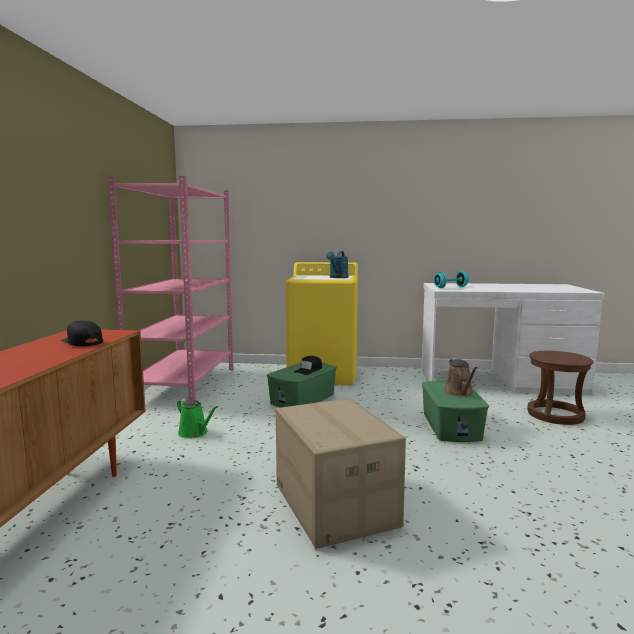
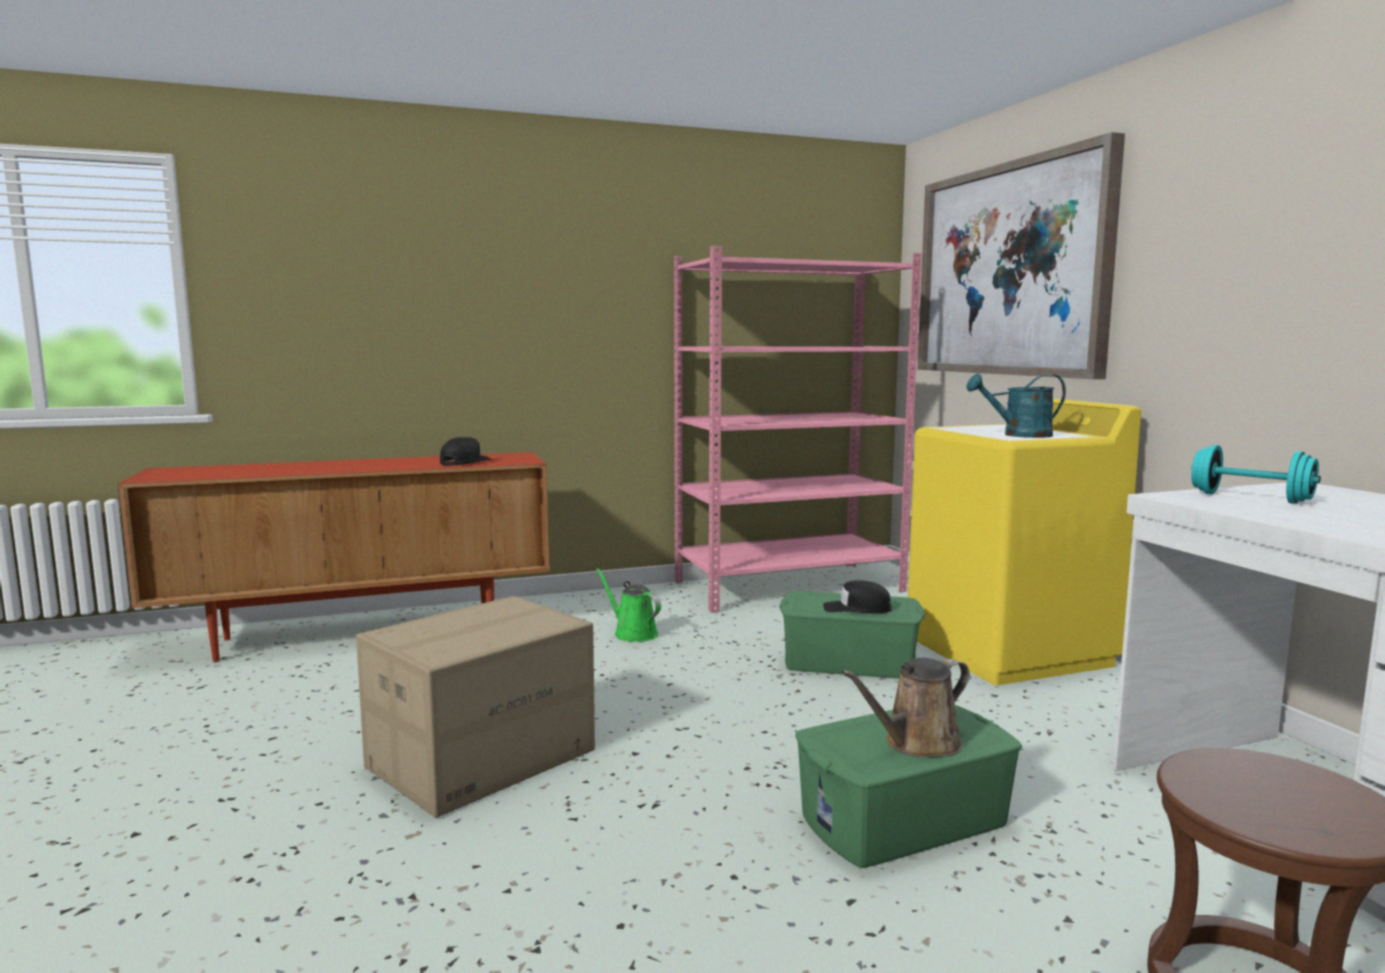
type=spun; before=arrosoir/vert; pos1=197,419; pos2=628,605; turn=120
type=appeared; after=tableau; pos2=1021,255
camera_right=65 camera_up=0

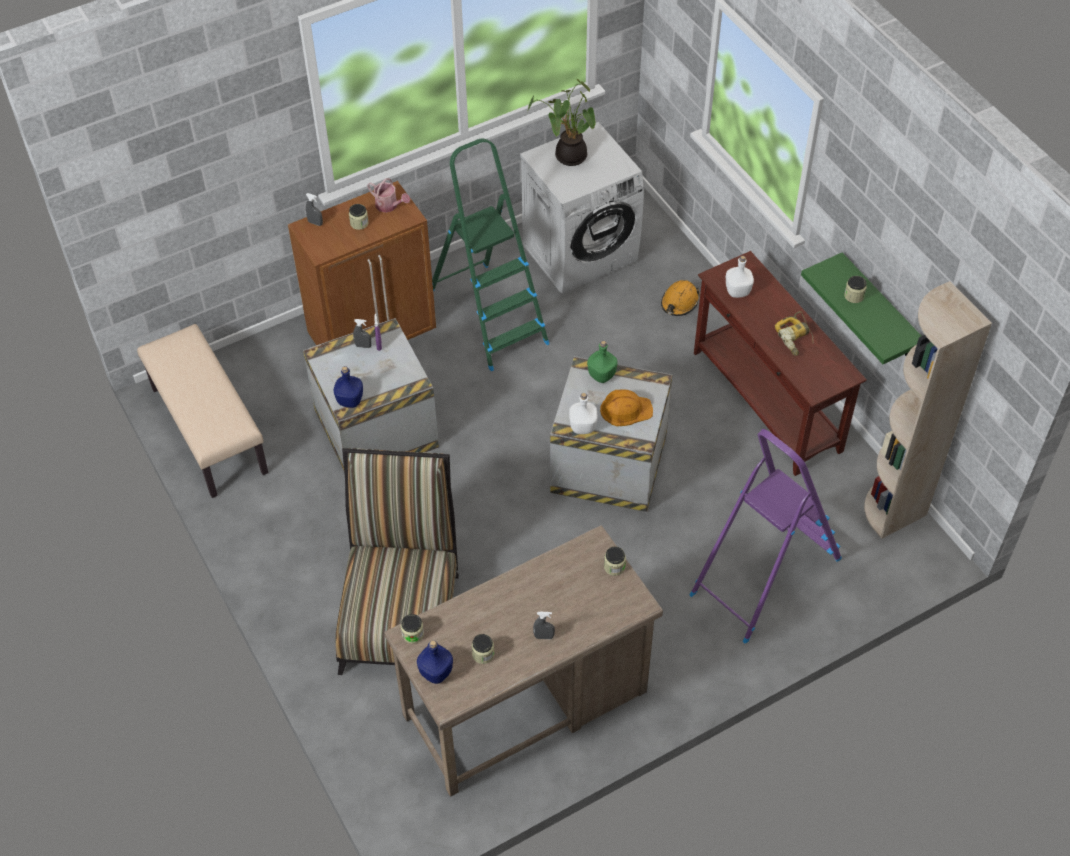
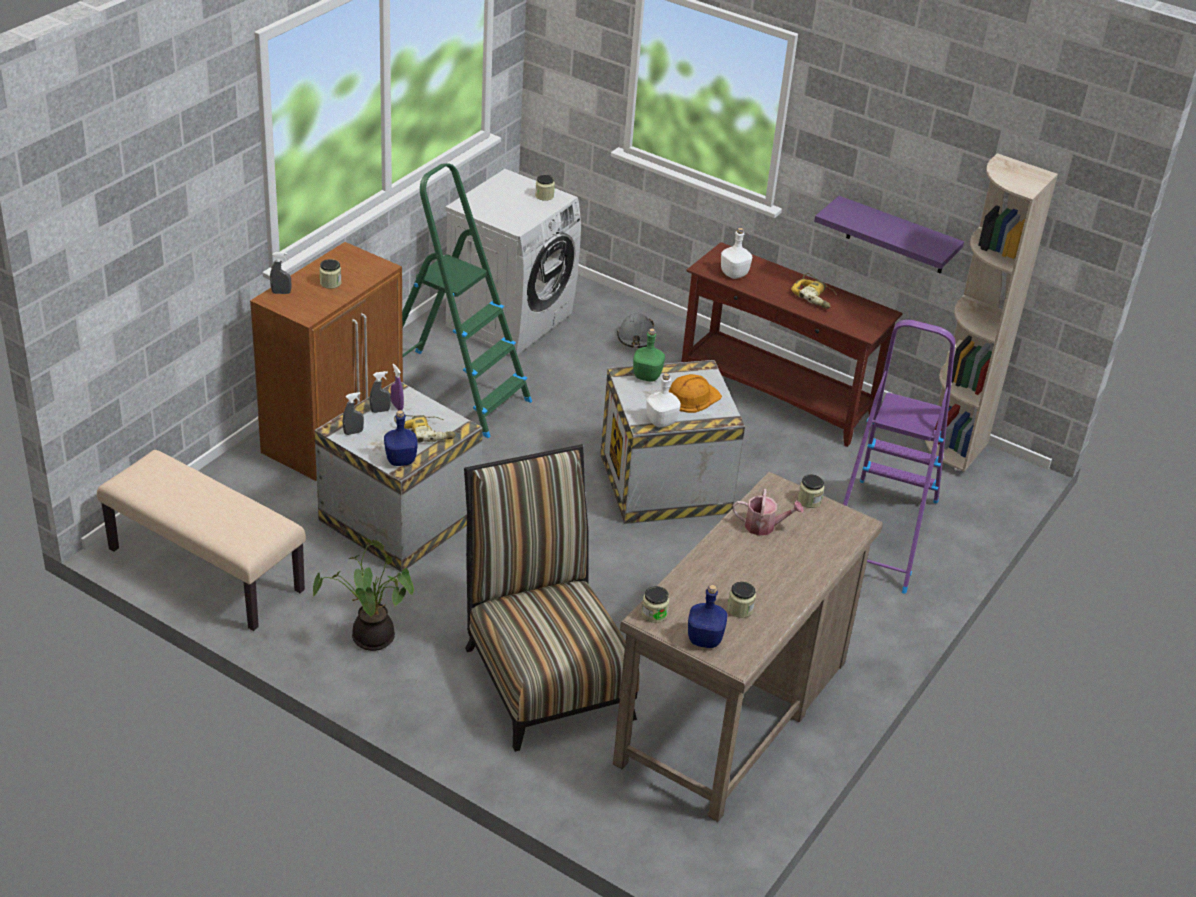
type=relocated; before=plante en pot; pos1=561,122; pos2=363,594
type=relocated; before=vaporisateur/gris; pos1=544,625; pos2=353,413
type=appeared; after=perceuse; pos2=425,429
type=relocated; before=bocal; pos1=855,289; pos2=545,187
type=colour; before=casque de chantier/orange; after=casque de chantier/gris; pos1=680,298; pos2=636,330
type=relocated; before=arrosoir; pos1=388,195; pos2=768,512
type=colour; before=étagère/vert; after=étagère/violet; pos1=861,308; pos2=889,235
camera_right=-30 camera_up=-15

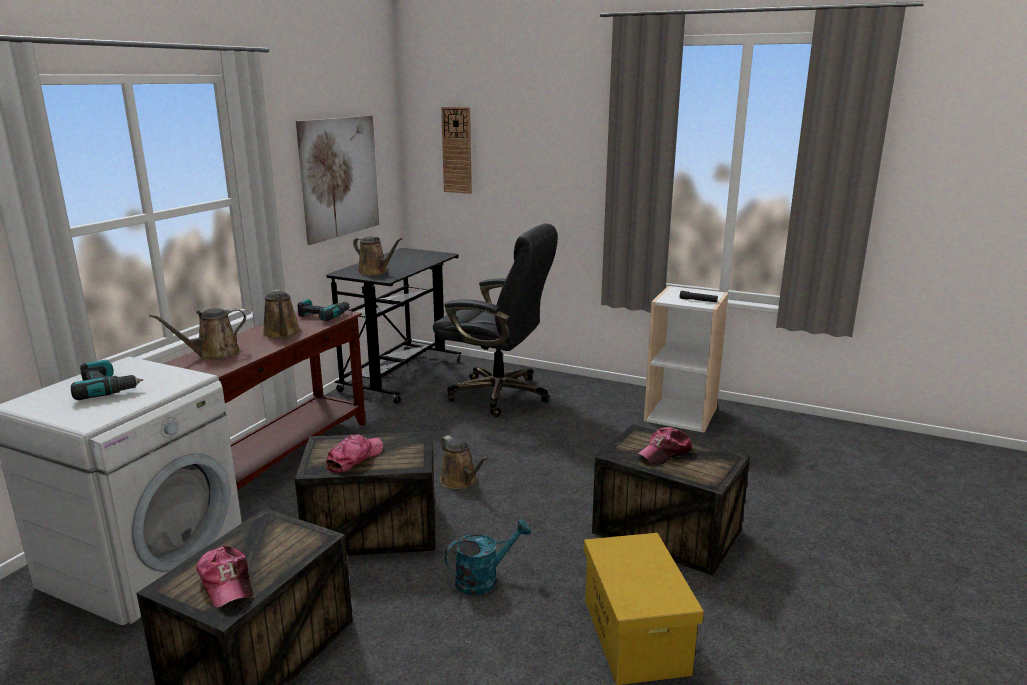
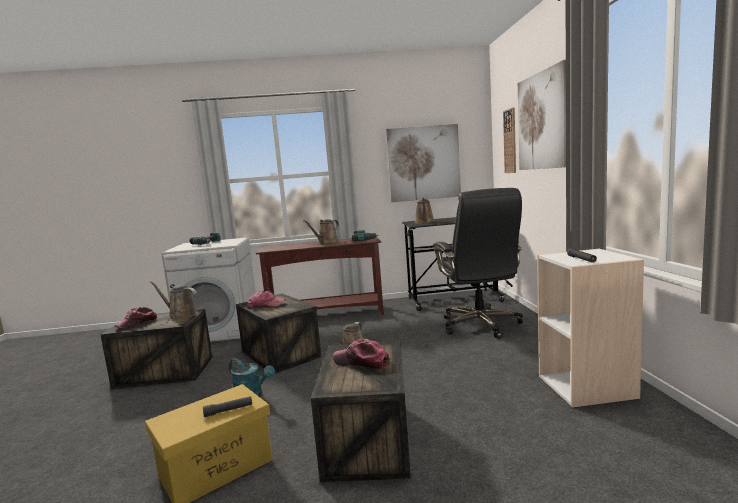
type=relocated; before=arrosoir/marron; pos1=197,334; pos2=173,300
type=appeared; after=lampe de poche/noir; pos2=227,406
type=appeared; after=tableau; pos2=542,115
camera_right=60 camera_up=-10

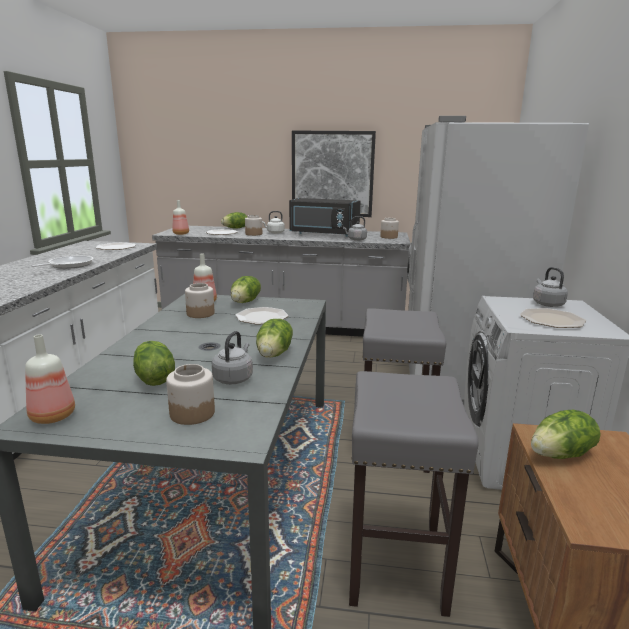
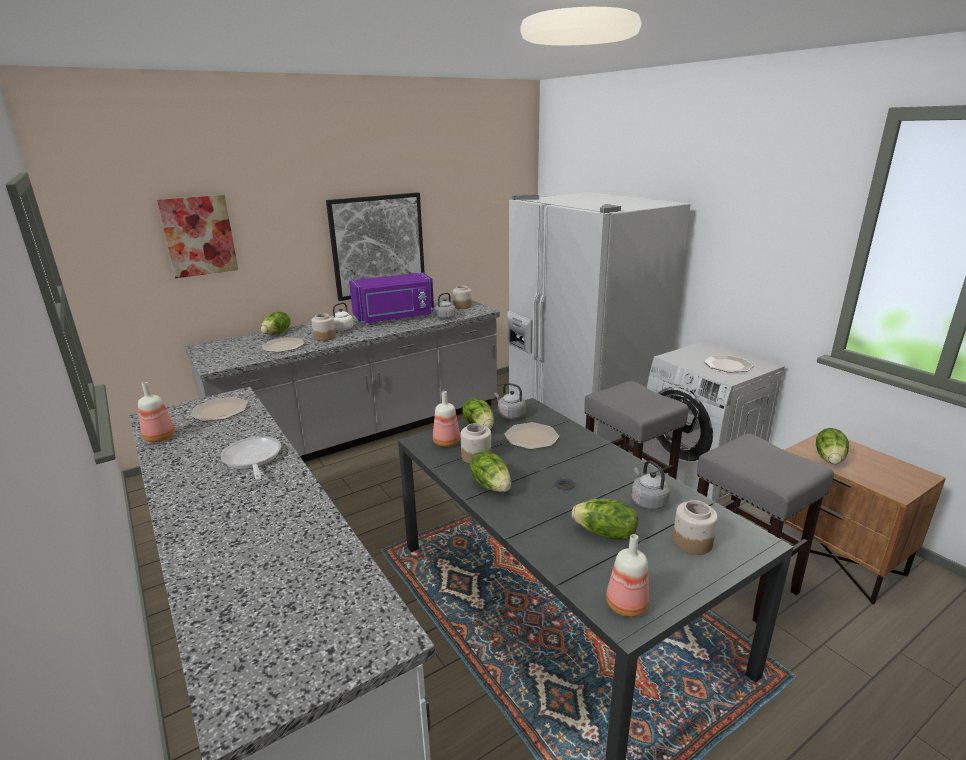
type=relocated; before=bouteille; pos1=180,217; pos2=156,412
type=appeared; after=tableau; pos2=197,236
type=colour; before=micro-ondes/noir; after=micro-ondes/violet; pos1=325,217; pos2=391,298
type=relocated; before=laitue; pos1=274,338; pos2=490,471
type=relocated; before=bouilloire/gris; pos1=550,287; pos2=510,401
camera_right=-40 camera_up=5

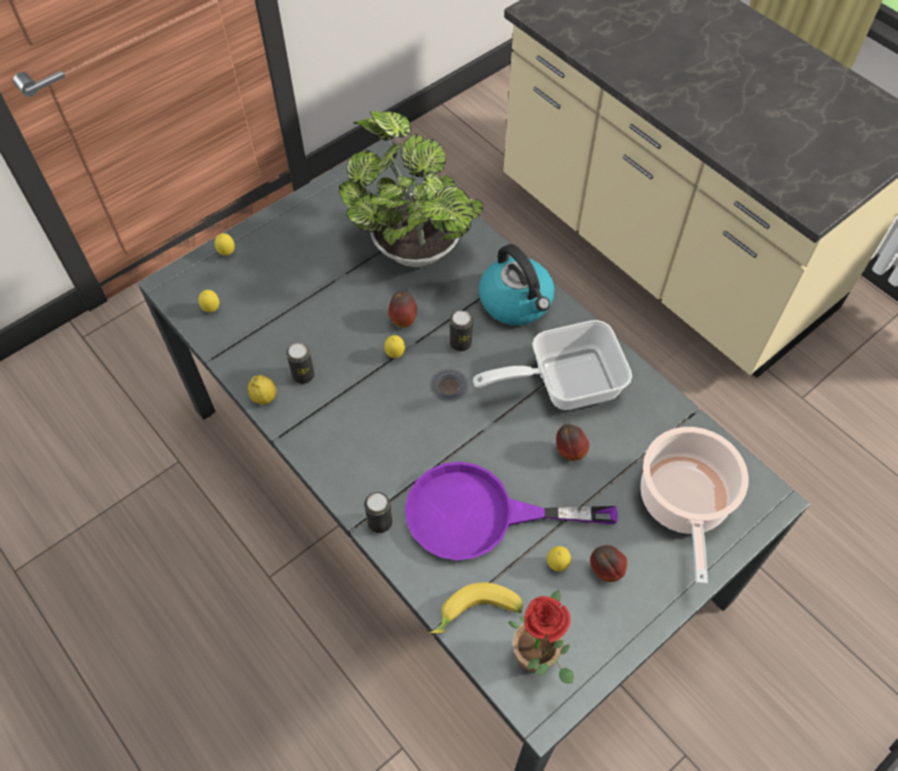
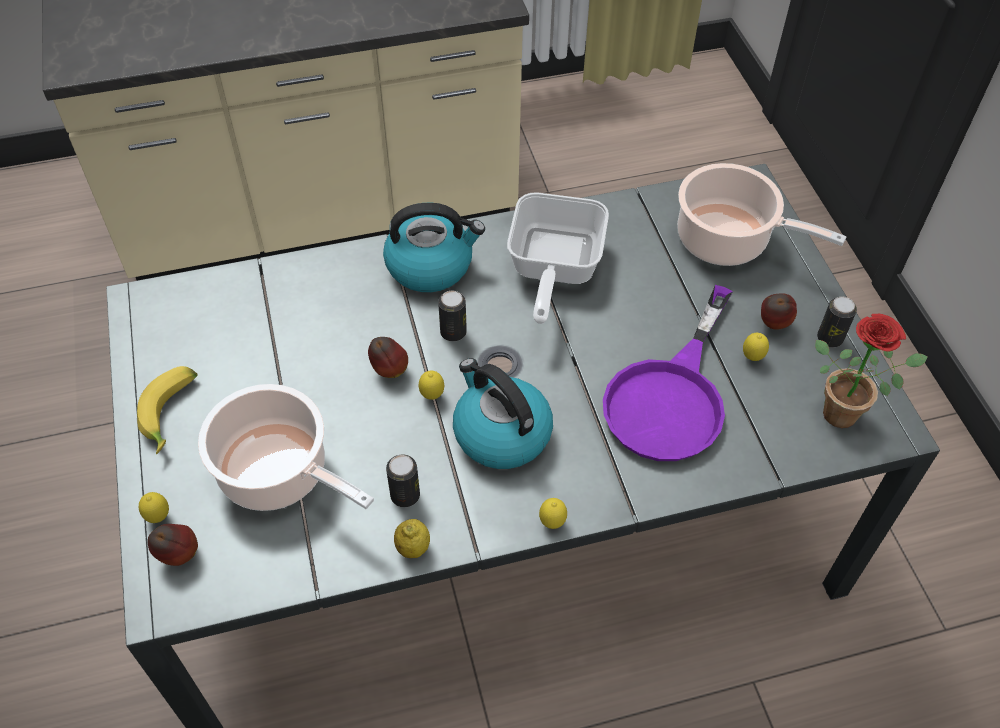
type=relocated; before=banane; pos1=476,607; pos2=167,410
type=relocated; before=pomme; pos1=572,442; pos2=173,545
type=appeared; after=marmite; pos2=286,447
type=appeared; after=bouilloire; pos2=503,413
type=relocated; before=citron; pos1=209,301; pos2=553,513
type=relocated; before=boîte métallique; pos1=378,512; pos2=837,321
type=missing; before=plante en pot; pos1=411,189
camera_right=-65 camera_up=-5

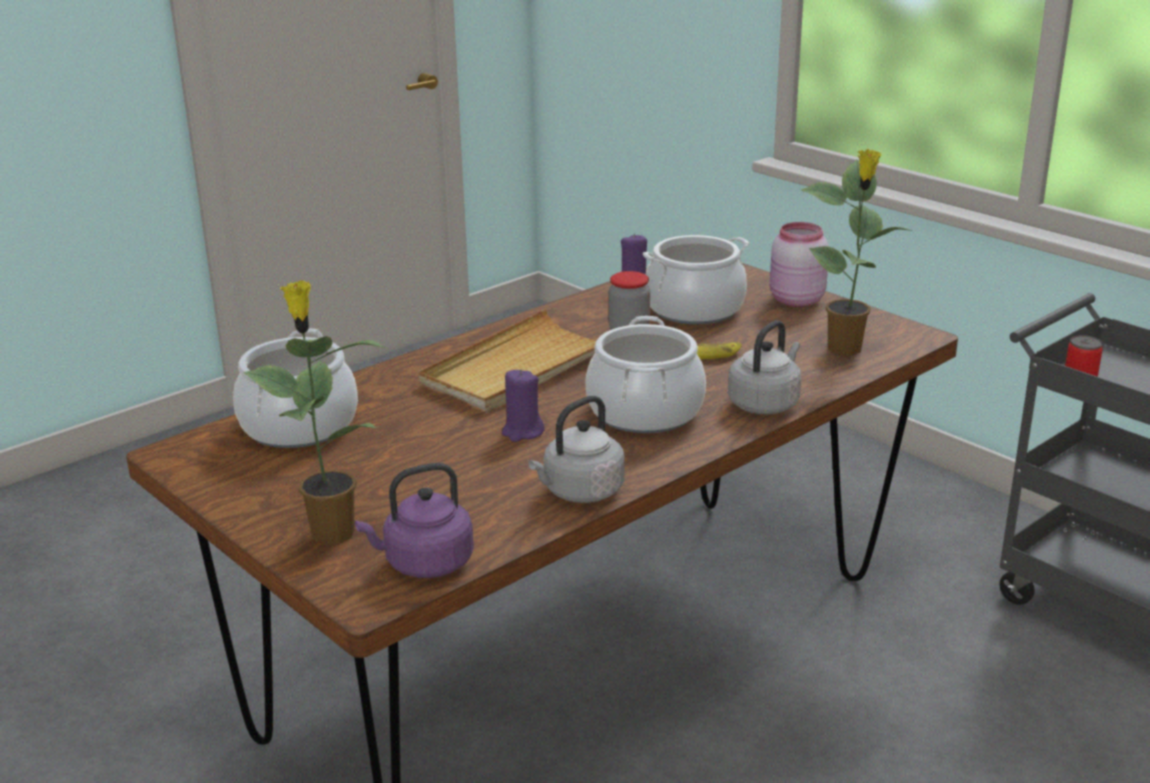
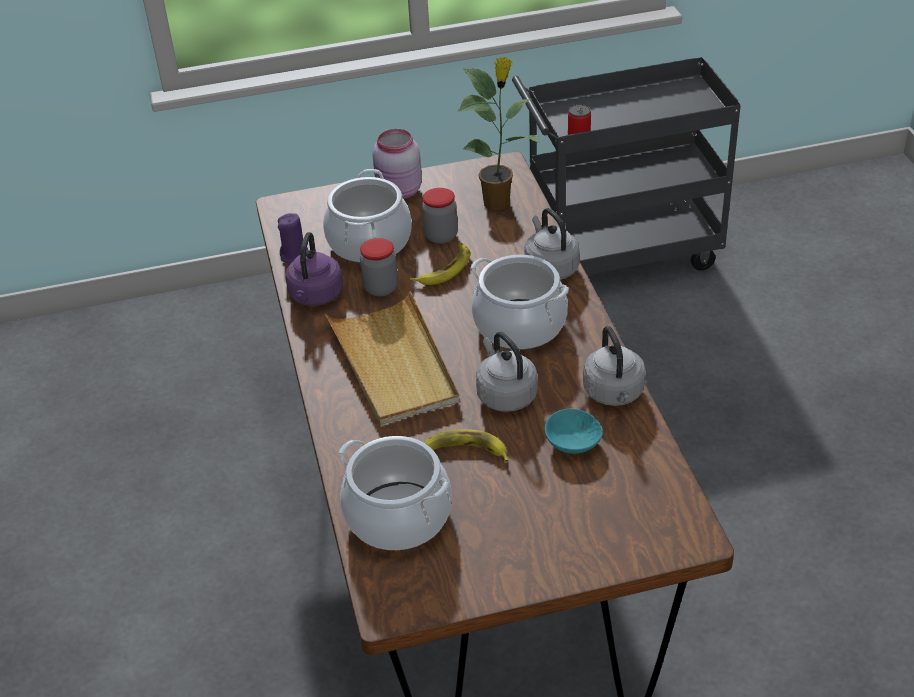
type=relocated; before=bouilloire/violet; pos1=414,520; pos2=314,269
type=appeared; after=bocal; pos2=440,216
type=appeared; after=banane; pos2=466,445
type=exchanged; before=bougie/violet; after=bouilloire/gris; pos1=523,405; pos2=507,372
type=appeared; after=bol/turquoise; pos2=574,431
type=missing; before=plante en pot; pos1=315,412
camera_right=-60 camera_up=15

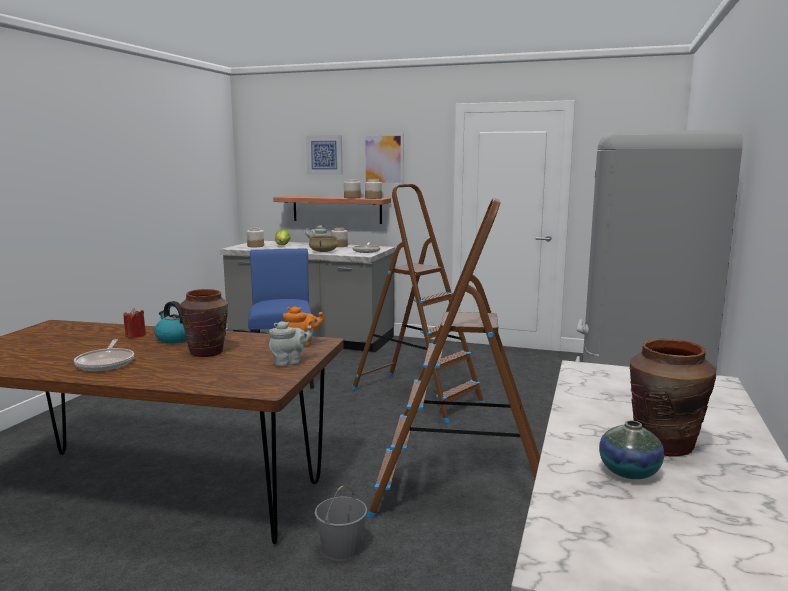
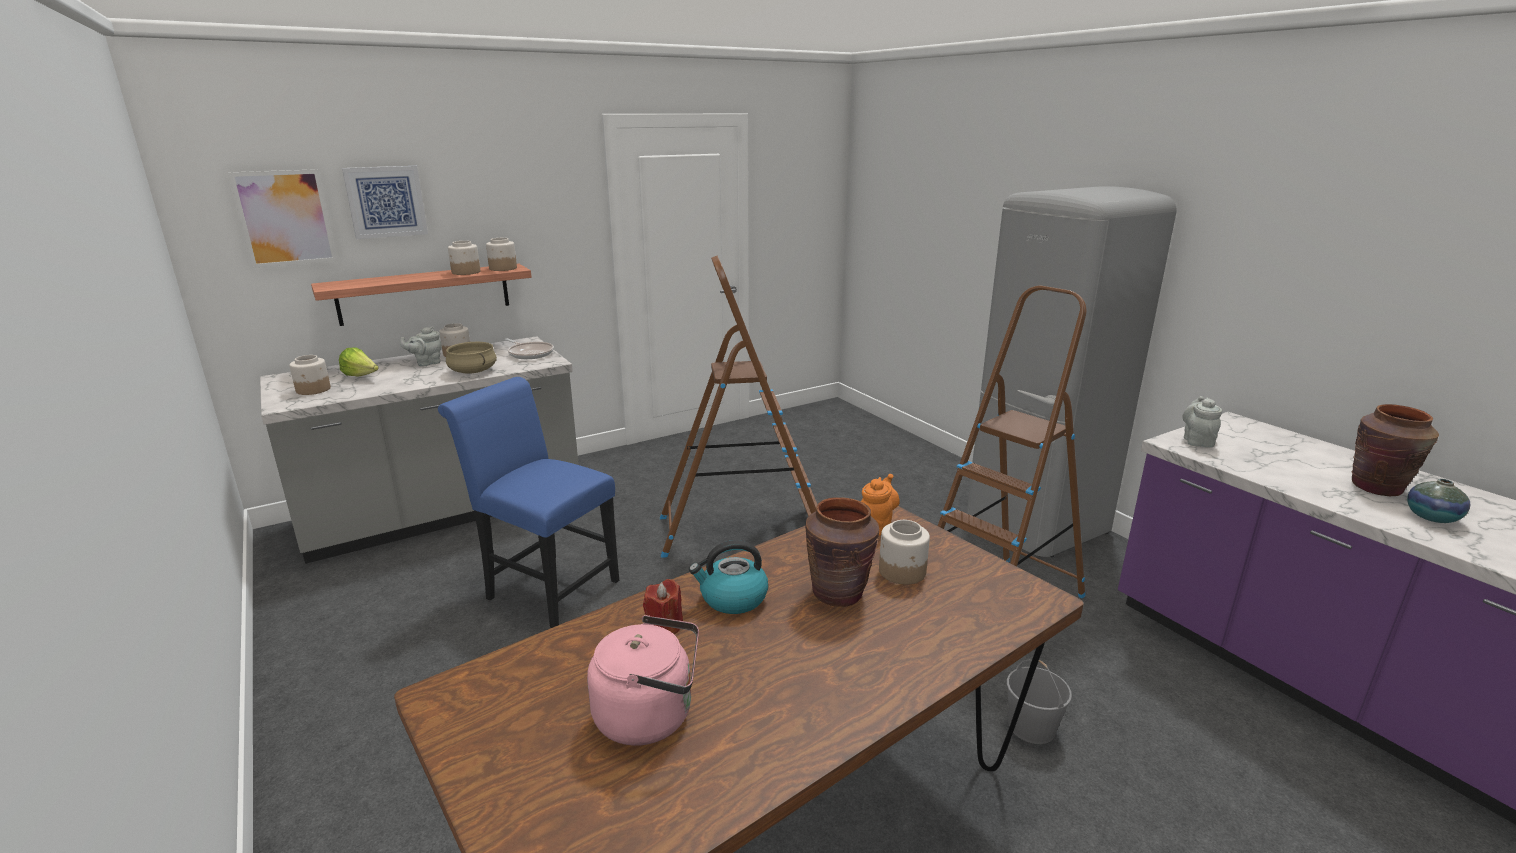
type=relocated; before=tableau; pos1=383,159; pos2=282,218
type=appeared; after=bouilloire/rose; pos2=643,680
type=appeared; after=bocal; pos2=904,552
type=relocated; before=théière/gris; pos1=291,343; pos2=1202,422
type=missing; before=poêle; pos1=104,355
camera_right=-50 camera_up=10

